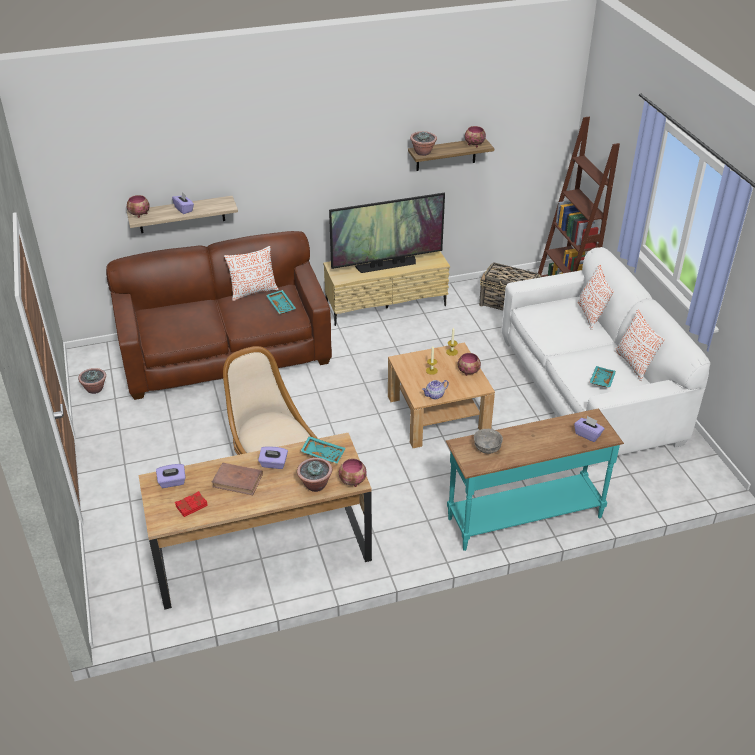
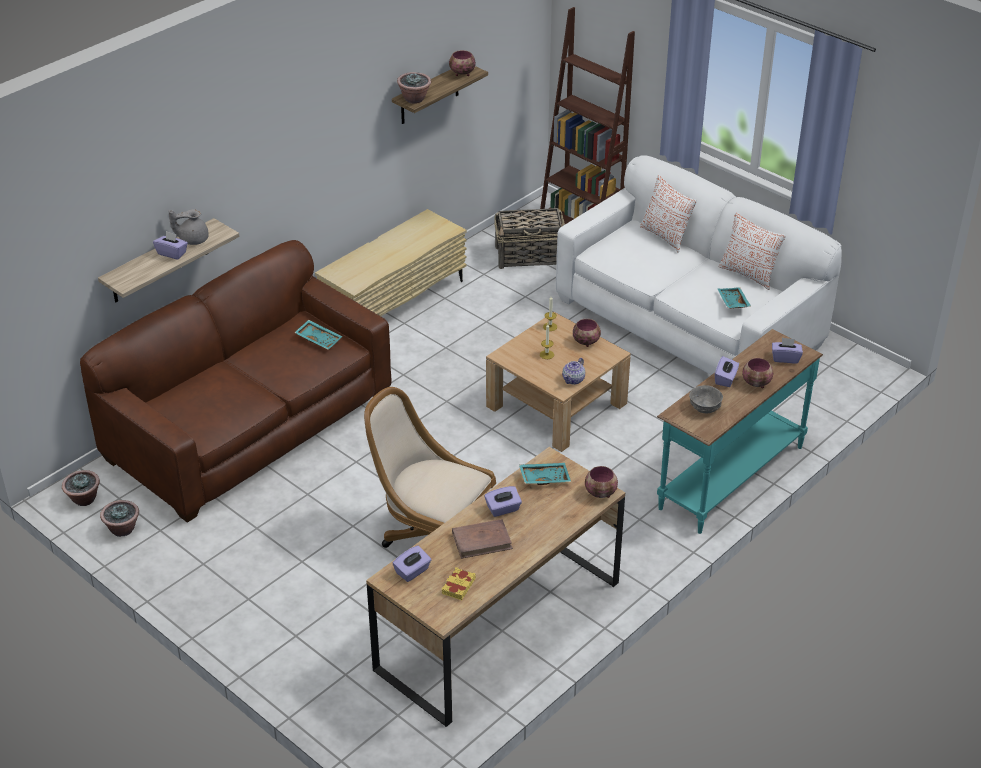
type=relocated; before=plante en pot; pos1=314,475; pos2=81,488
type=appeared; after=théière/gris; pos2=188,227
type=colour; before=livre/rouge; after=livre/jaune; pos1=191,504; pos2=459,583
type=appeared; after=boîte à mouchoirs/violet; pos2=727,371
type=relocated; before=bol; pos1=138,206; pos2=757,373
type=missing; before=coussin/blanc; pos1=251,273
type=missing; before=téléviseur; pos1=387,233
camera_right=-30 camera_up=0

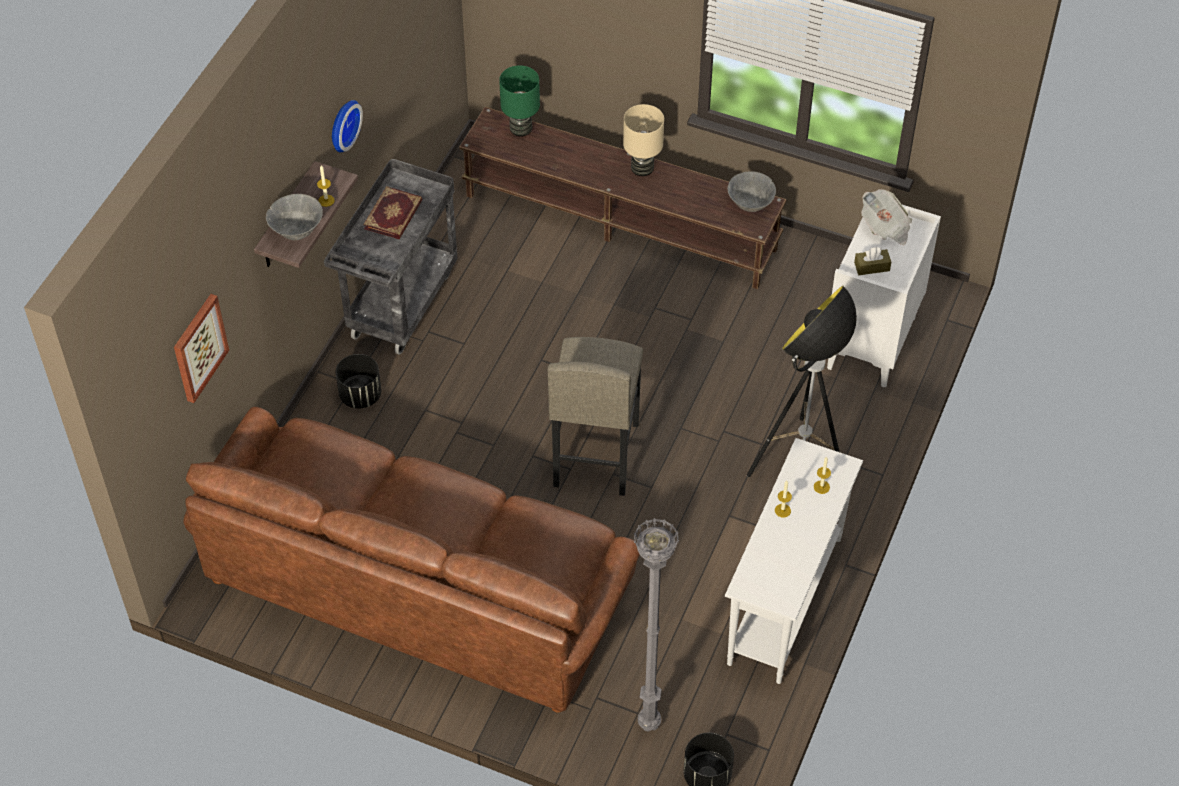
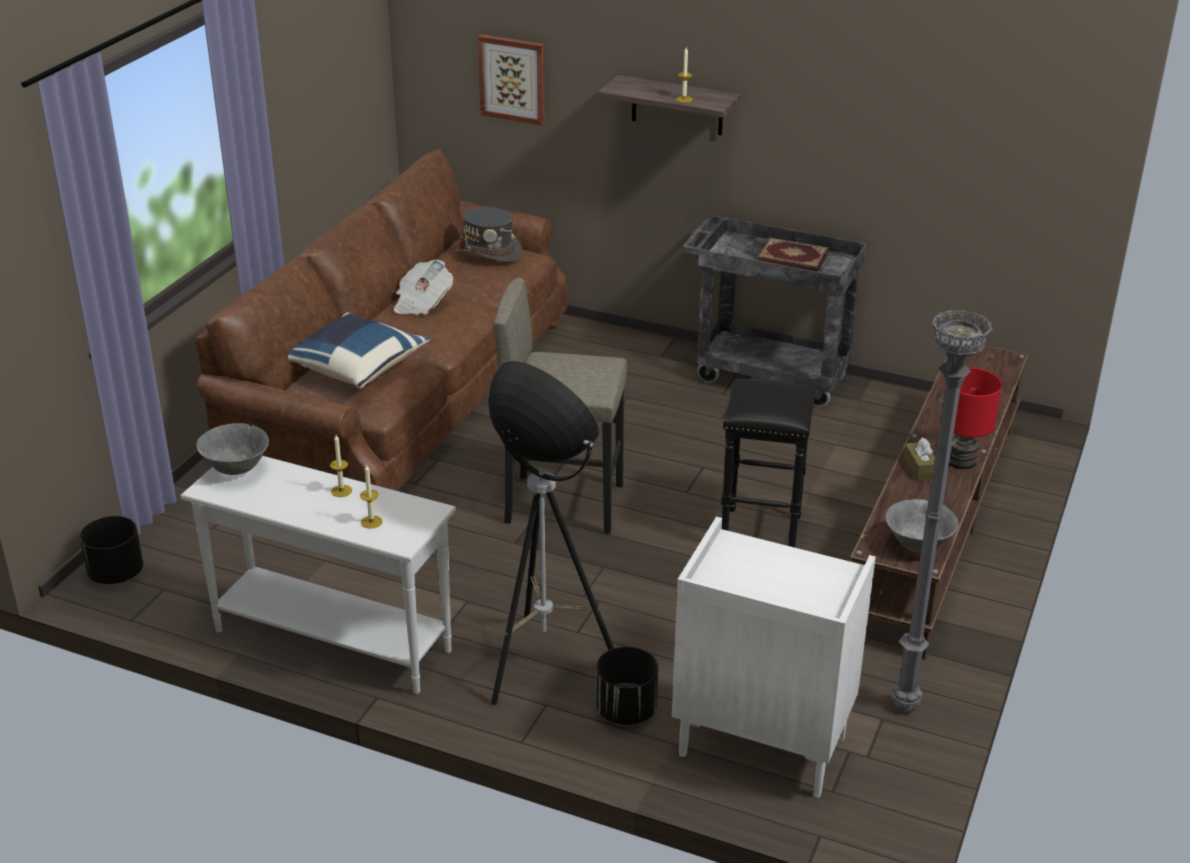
type=relocated; before=bol/gris; pos1=294,217; pos2=232,449
type=appeared; after=coussin/bleu; pos2=358,351
type=relocated; before=journal; pos1=886,217; pos2=423,287
type=appeared; after=chapeau/gris; pos2=489,235
type=relocated; before=cache-pot/noir; pos1=358,381; pos2=627,686
type=appeared; after=tabouret/noir; pos2=768,463
type=relocated; before=lampadaire/gris; pos1=656,624; pos2=942,510
type=relocated; before=boîte à mouchoirs/marron; pos1=872,261; pos2=919,459
type=colour; before=lampe de table/beige; after=lampe de table/rouge; pos1=643,140; pos2=971,418
type=missing; before=horloge murale; pos1=347,126
type=missing; before=lampe de table/vert; pos1=519,101
camera_right=90 camera_up=-20

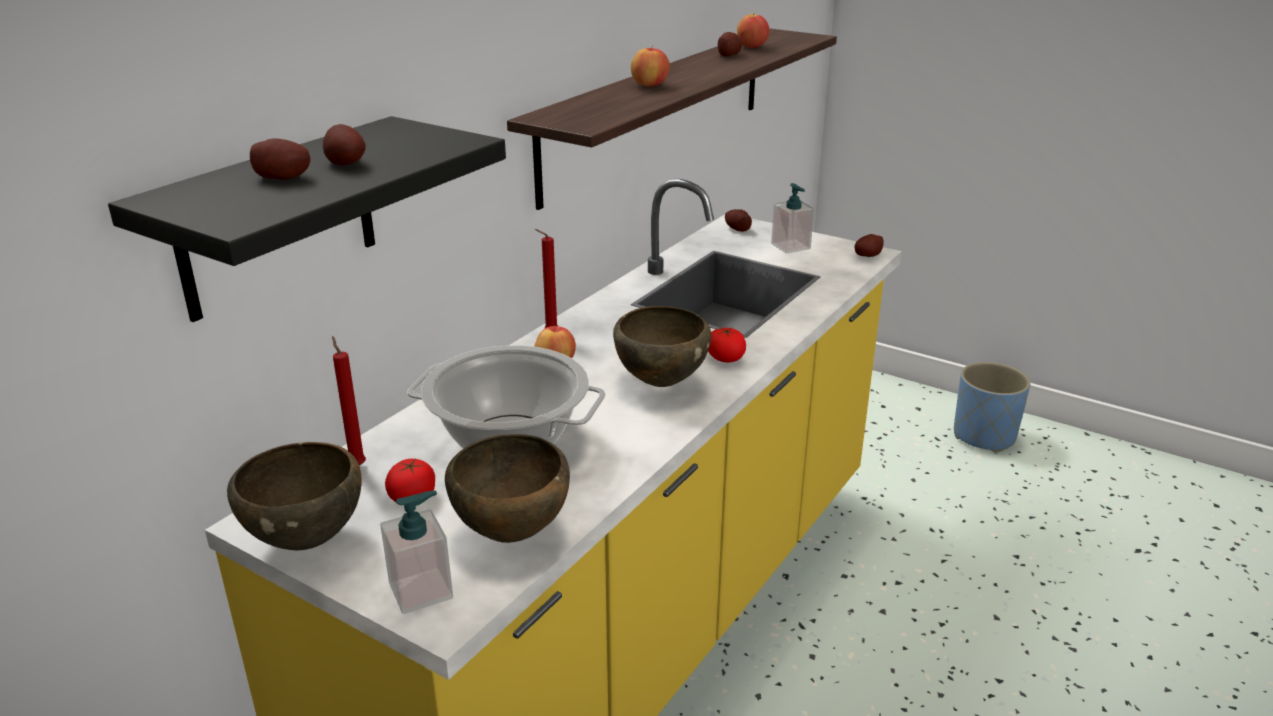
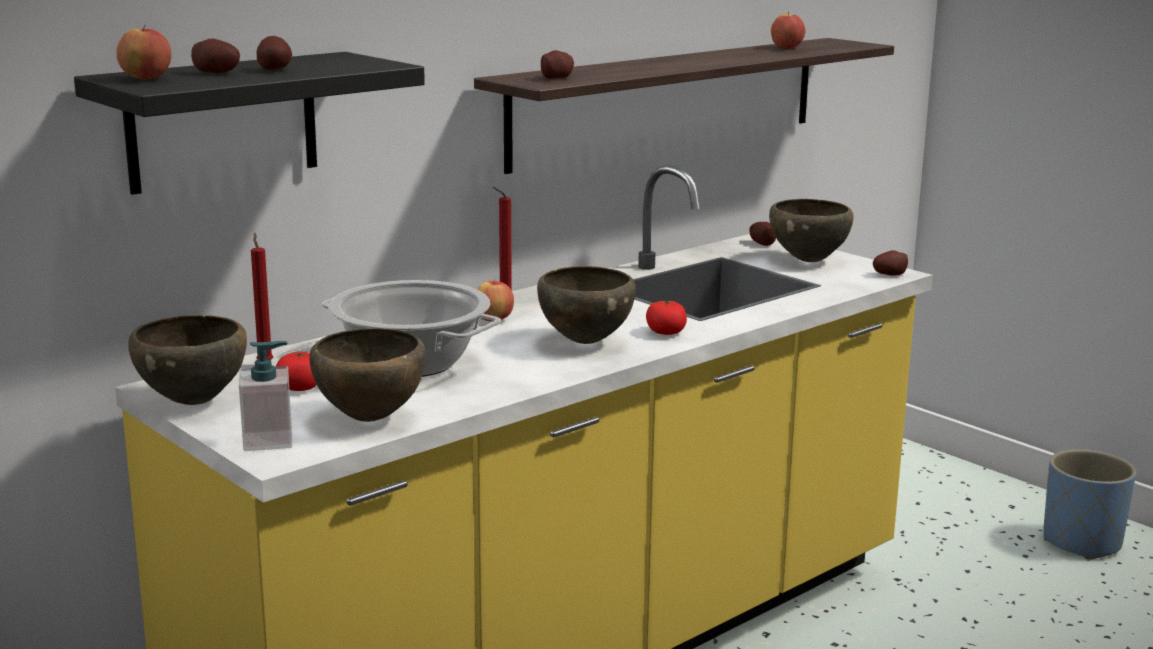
type=relocated; before=pomme; pos1=650,66; pos2=143,52
type=relocated; before=pomme de terre; pos1=730,44; pos2=557,64
type=exchanged; before=distributeur de savon; after=bol/marron; pos1=792,218; pos2=811,230
camera_right=15 camera_up=-10

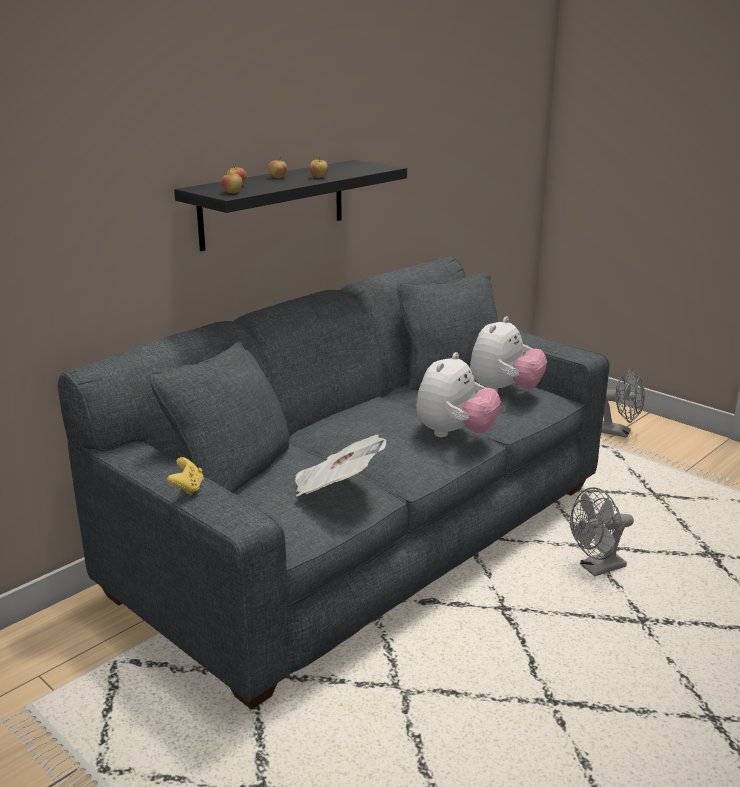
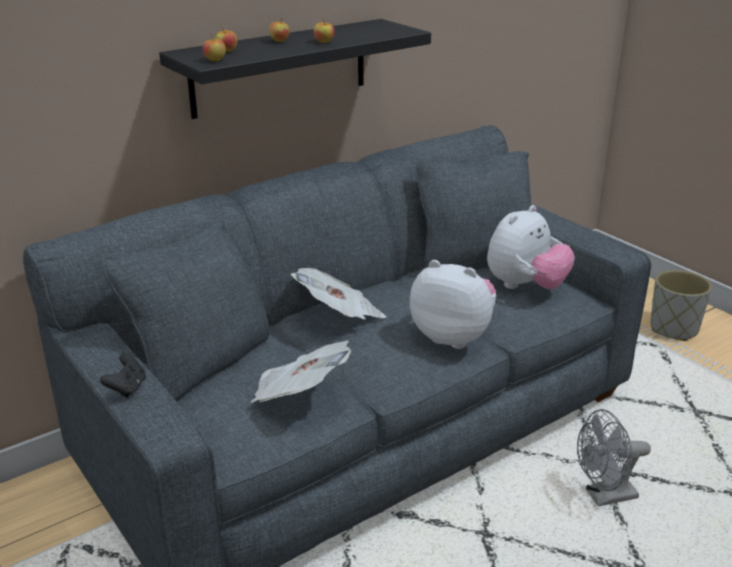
type=colour; before=manette/jaune; after=manette/noir; pos1=185,476; pos2=123,375
type=appeared; after=journal; pos2=339,294
type=spun; before=peluche; pos1=458,394; pos2=453,304; turn=-105
type=exchanged; before=ventilateur/gris; after=cache-pot/gris; pos1=623,403; pos2=681,305
camera_right=10 camera_up=5

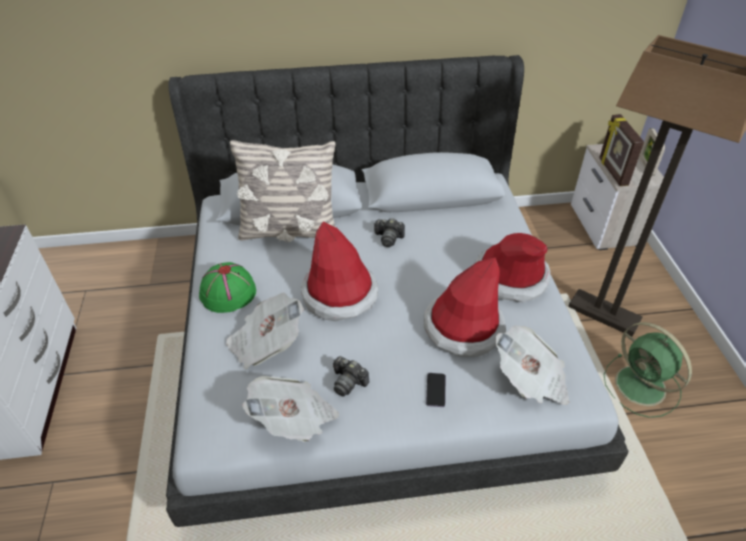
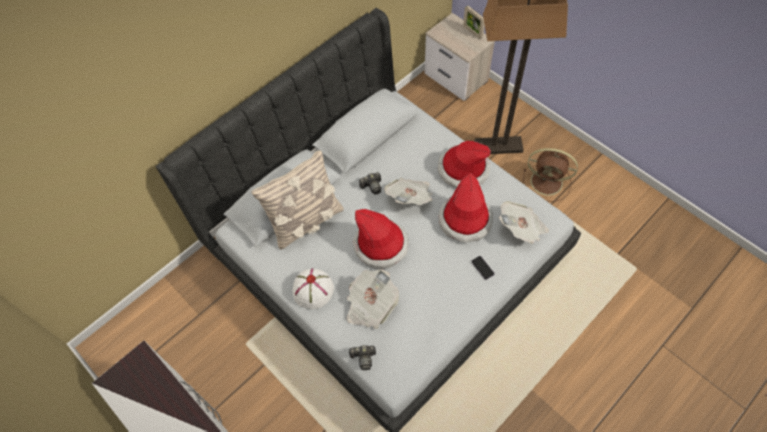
type=colour; before=chapeau/vert; after=chapeau/blanc; pos1=227,287; pos2=313,288
type=relocated; before=appareil photo; pos1=351,376; pos2=362,357
type=relocated; before=journal; pos1=290,409; pos2=408,191
type=colour; before=ventilateur/vert; after=ventilateur/marron; pos1=648,370; pos2=550,175
type=missing; before=cadre photo; pos1=621,150
camera_right=-35 camera_up=15

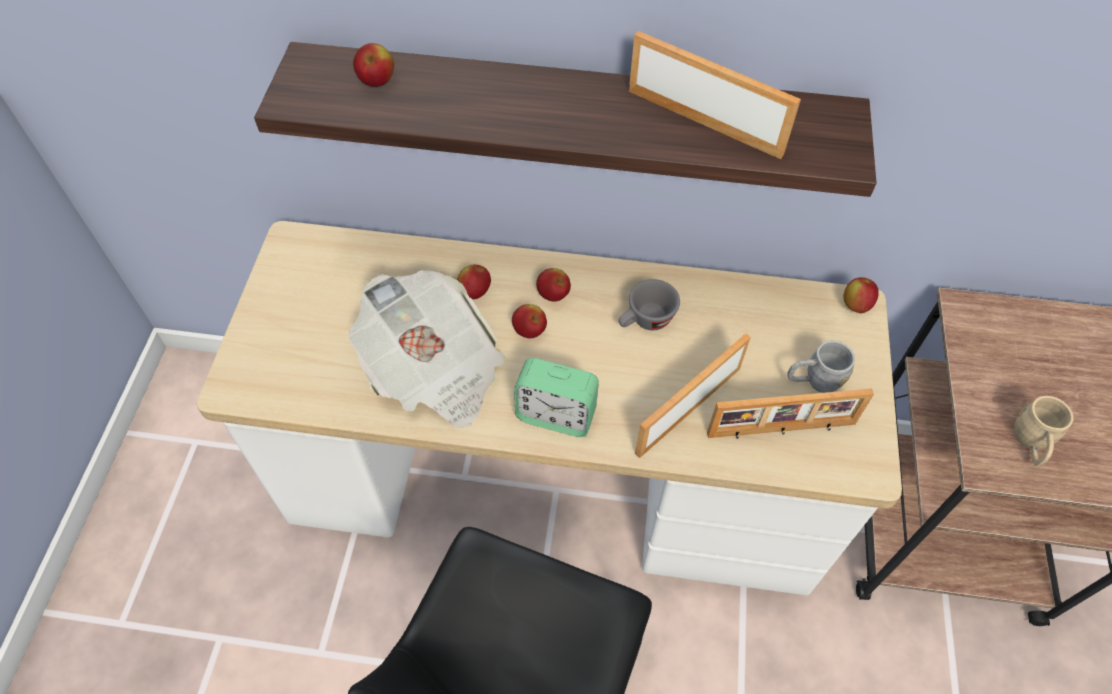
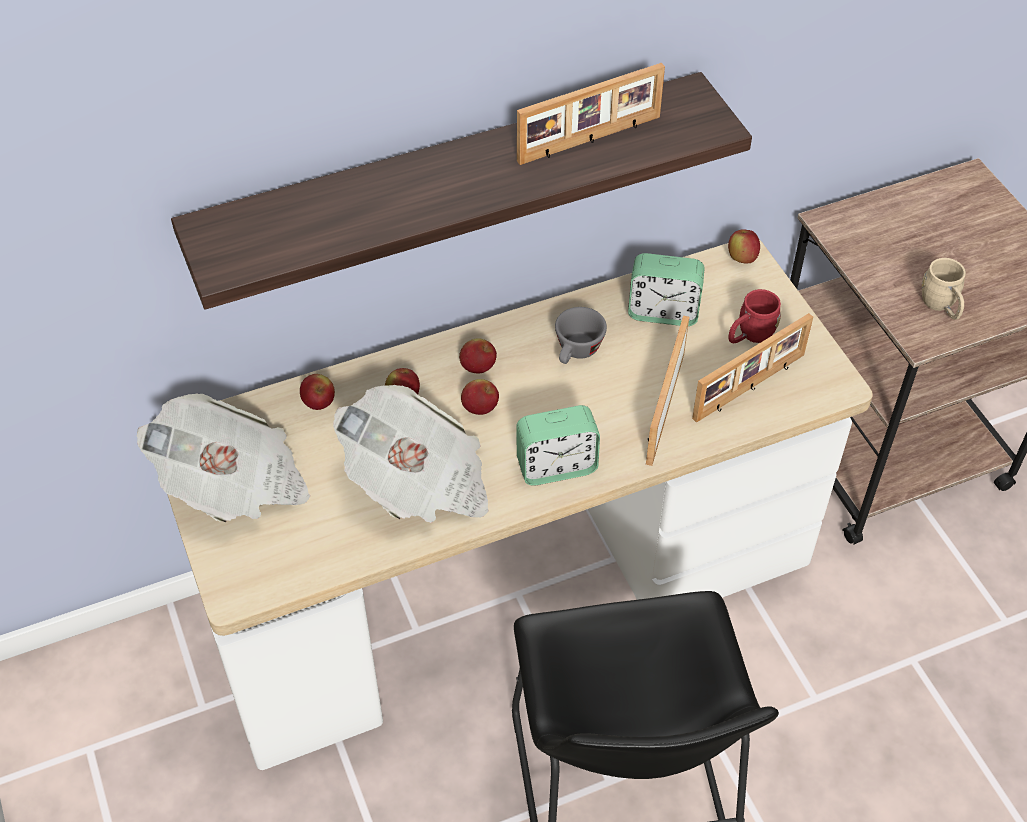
type=appeared; after=journal; pos2=223,457
type=relocated; before=pomme; pos1=373,65; pos2=317,392
type=spun; before=cadre photo; pos1=715,95; pos2=591,114; turn=150
type=appeared; after=réveil; pos2=666,289
type=colour; before=mug/gris; after=mug/rouge; pos1=821,366; pos2=754,316
camera_right=-30 camera_up=-5

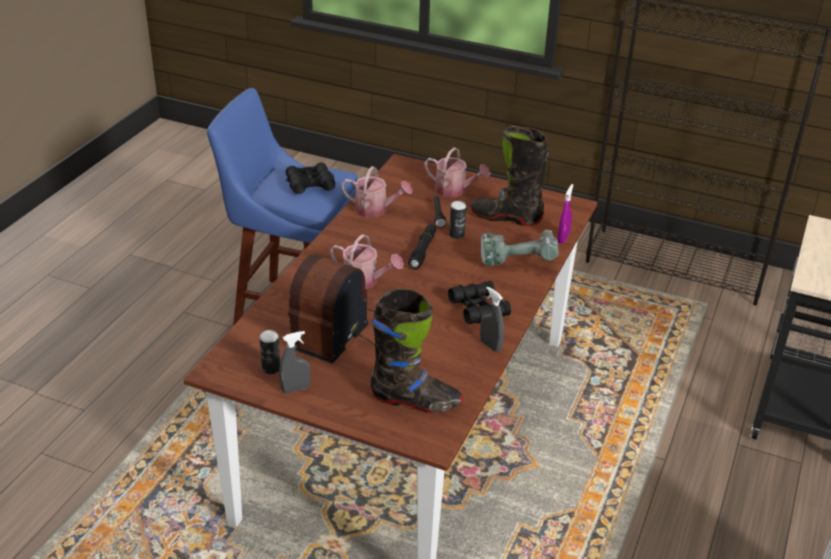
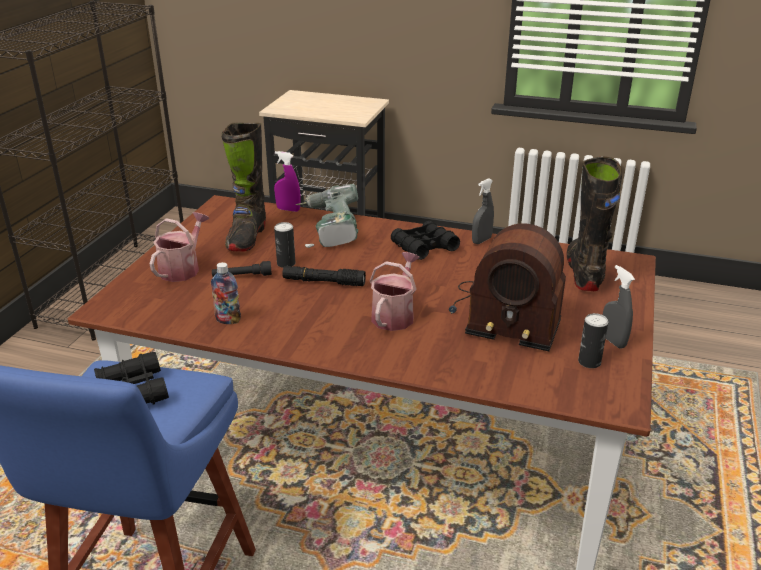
type=exchanged; before=arrosoir; after=bouteille; pos1=376,192; pos2=226,293
camera_right=-95 camera_up=-5

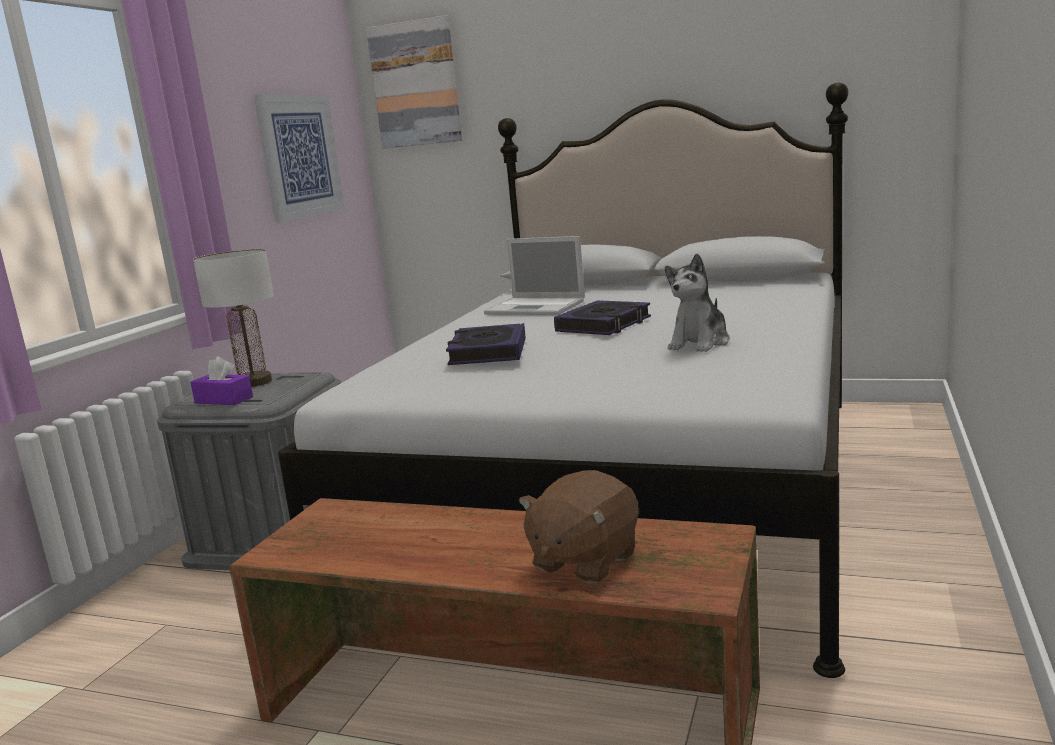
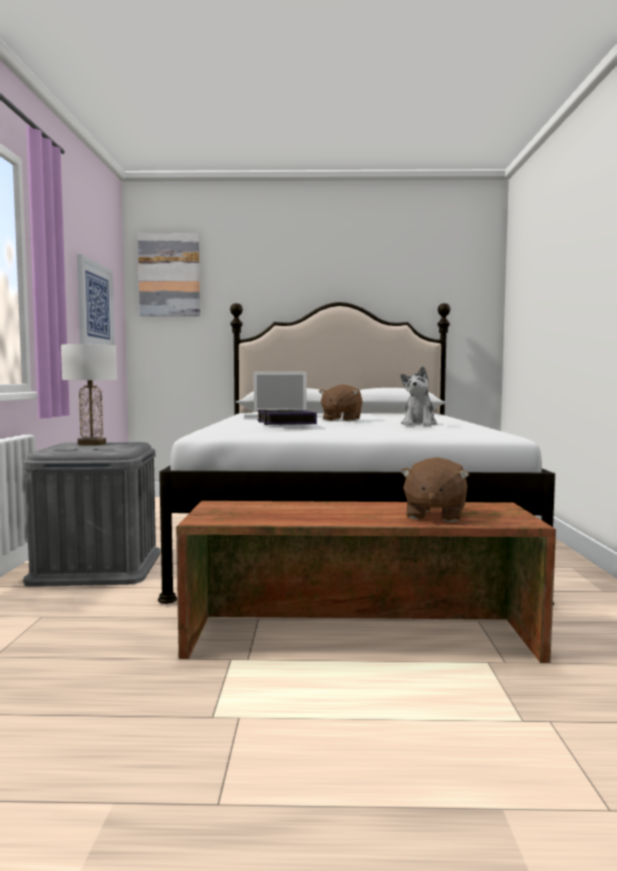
type=exchanged; before=livre; after=peluche/marron; pos1=602,317; pos2=341,402
type=missing; before=boîte à mouchoirs/violet; pos1=221,381
camera_right=-20 camera_up=-10

